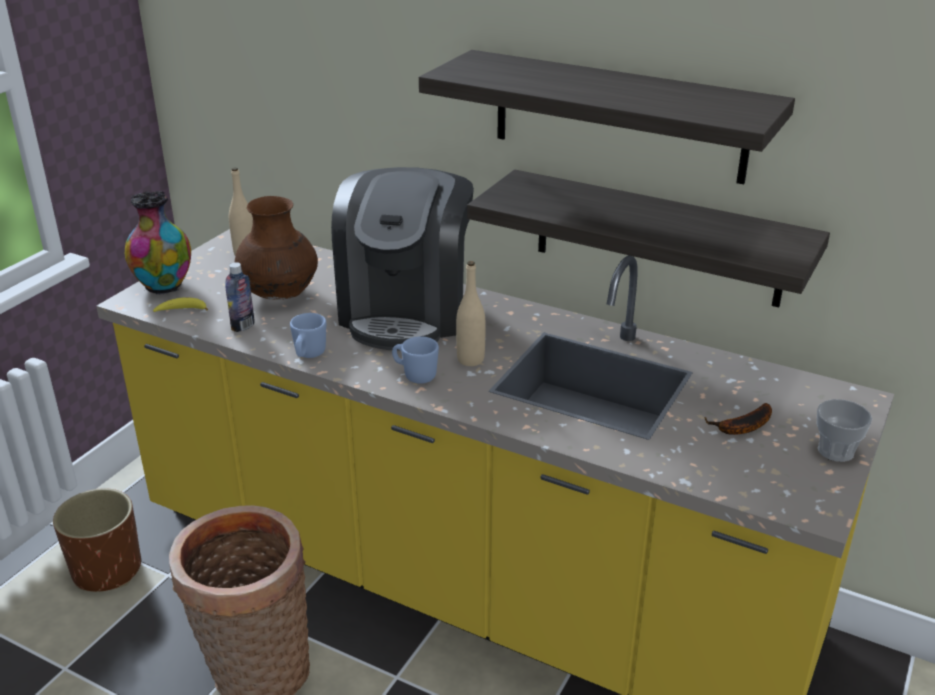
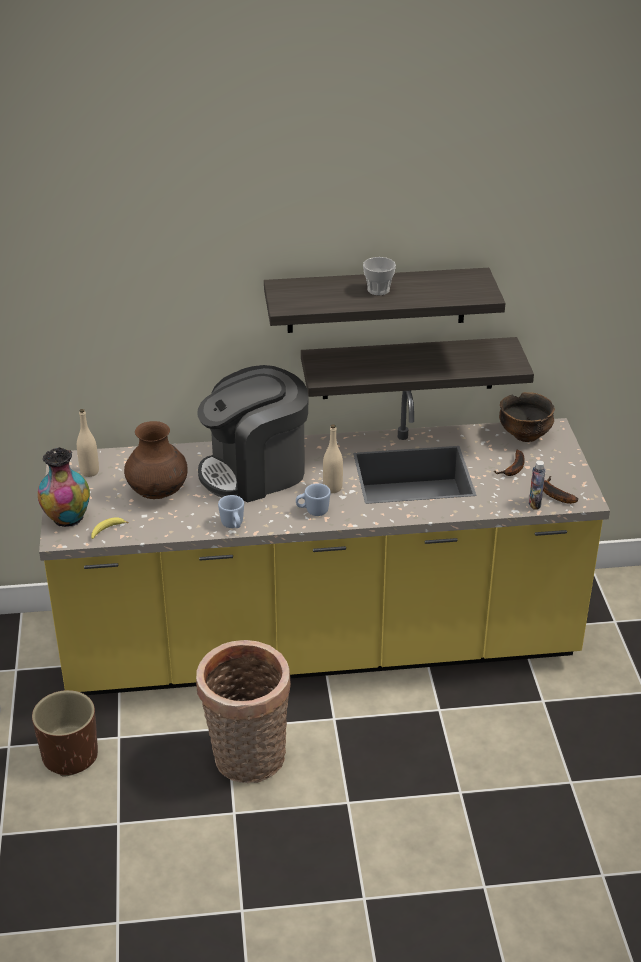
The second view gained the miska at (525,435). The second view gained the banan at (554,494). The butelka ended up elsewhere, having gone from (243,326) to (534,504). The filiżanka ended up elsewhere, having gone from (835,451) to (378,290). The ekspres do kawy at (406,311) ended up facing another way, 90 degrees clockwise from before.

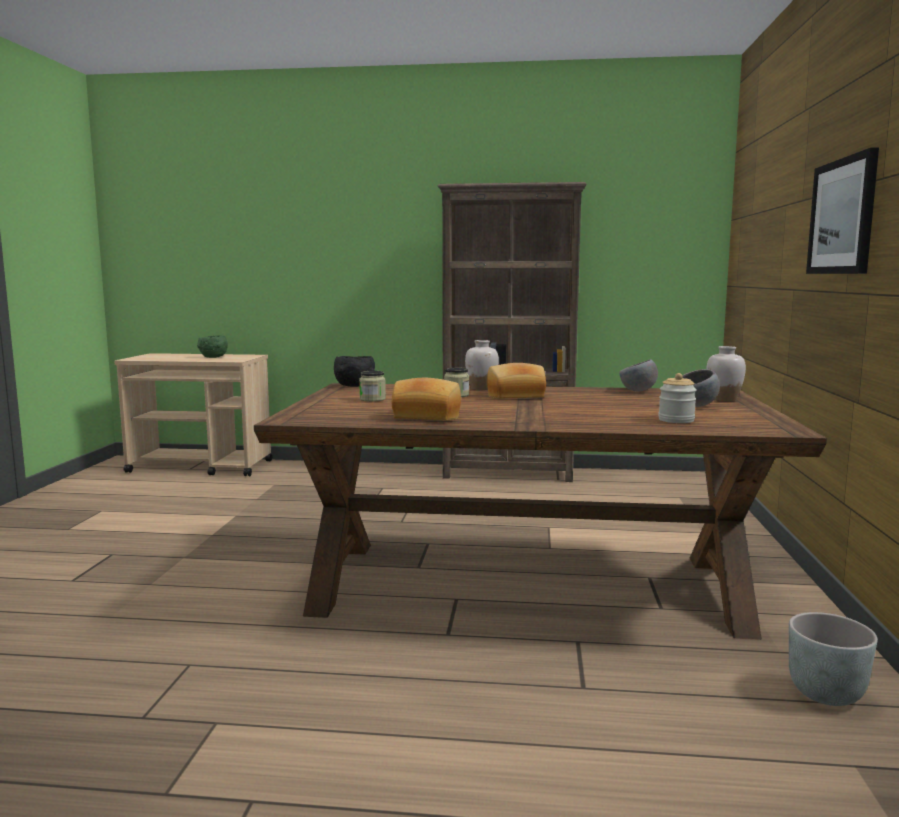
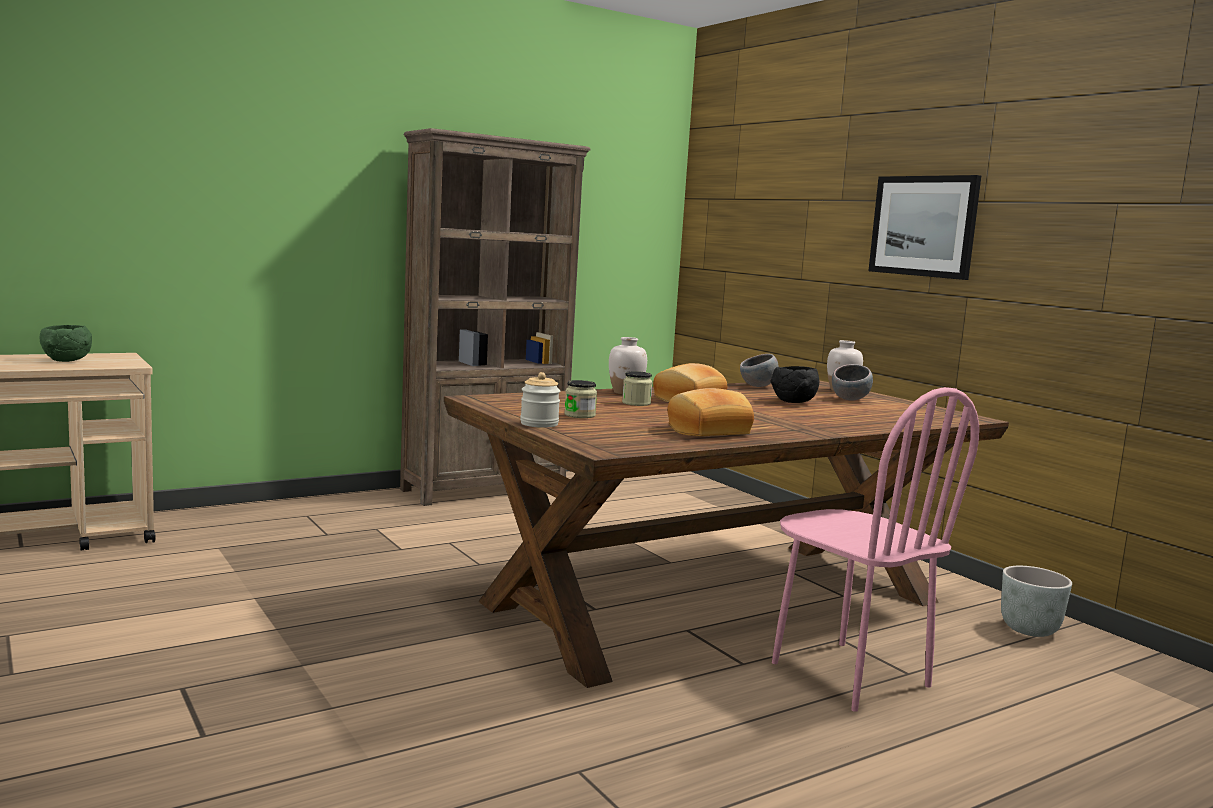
The second view gained the krzesło (różowy) at (849,675). The miska (czarny) ended up elsewhere, having gone from (354,386) to (794,402). The słoik ended up elsewhere, having gone from (676,420) to (539,424).

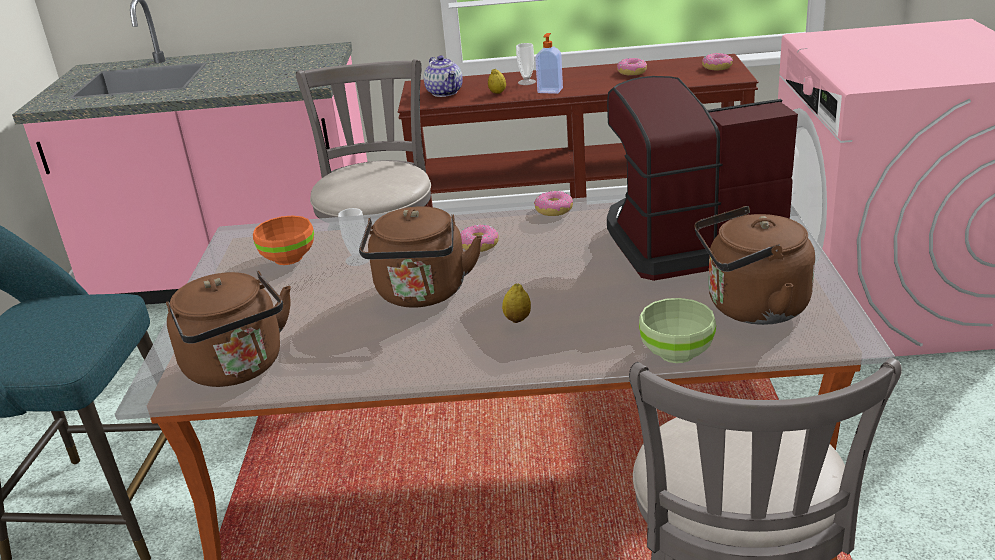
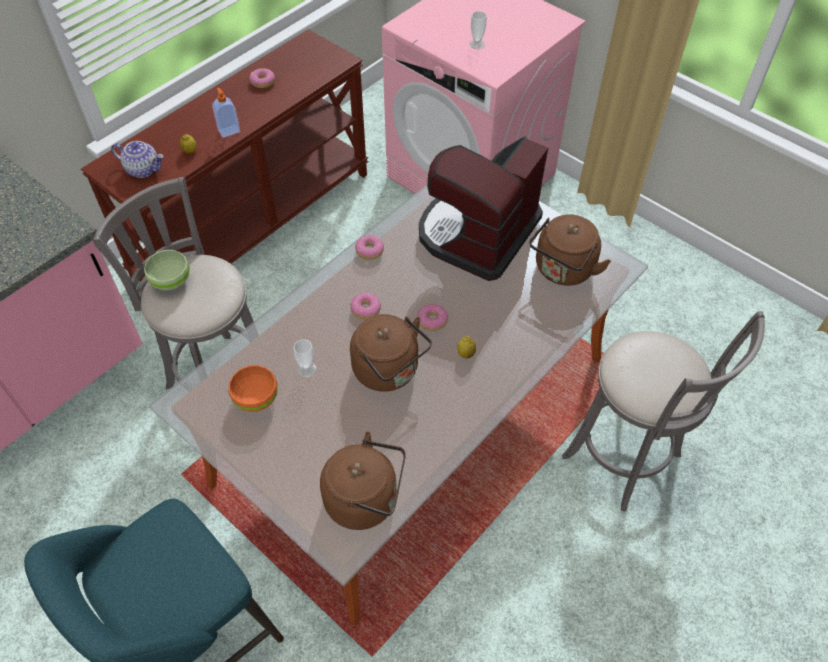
The filiżanka ended up elsewhere, having gone from (527,82) to (477,44). The miska (zielony) ended up elsewhere, having gone from (678,352) to (171,280). The donut ended up elsewhere, having gone from (717,67) to (432,320).

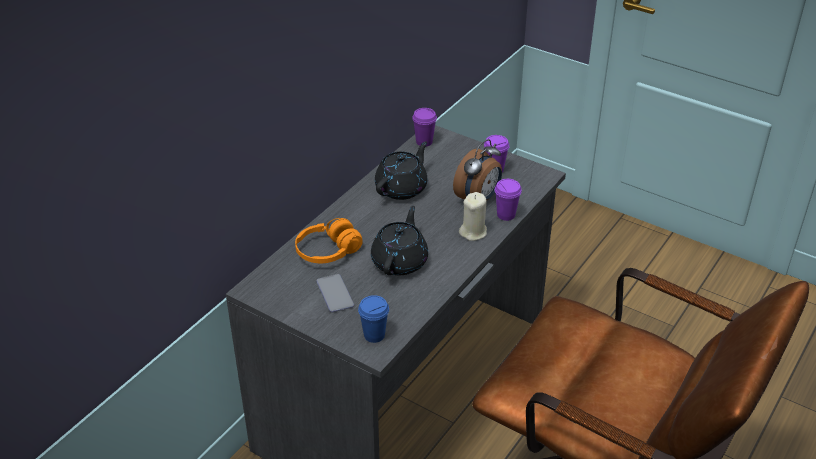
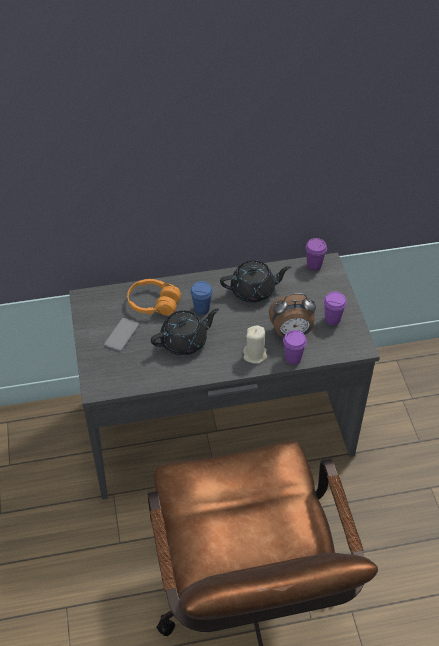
The filiżanka (niebieski) ended up elsewhere, having gone from (374,335) to (201,309).

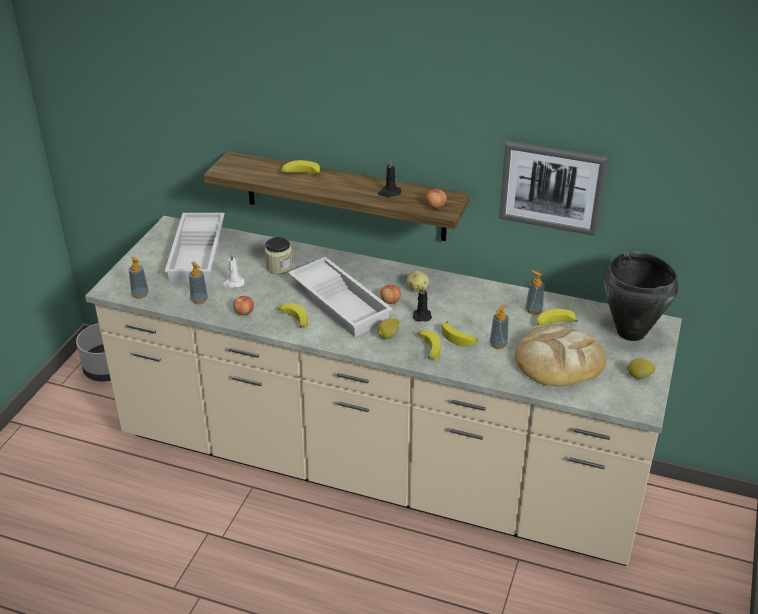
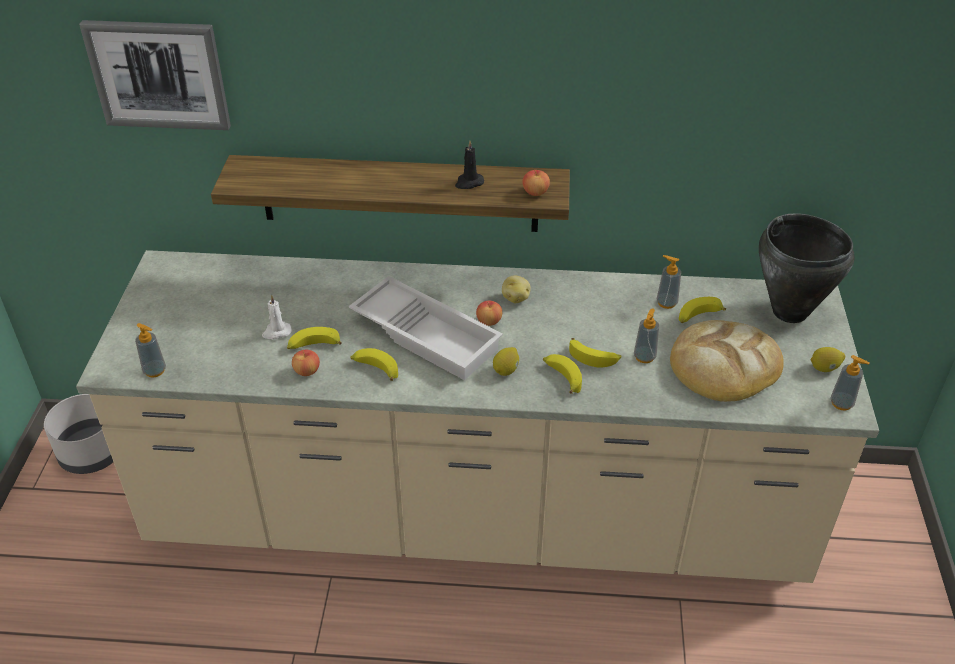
The second view lost the taca (biały) at (198,253). The second view lost the słoik at (279,267). The second view lost the świeca (czarny) at (422,315). The dozownik mydła ended up elsewhere, having gone from (199,300) to (841,403). The banan ended up elsewhere, having gone from (300,174) to (313,346). The obraz ended up elsewhere, having gone from (552,187) to (159,74).

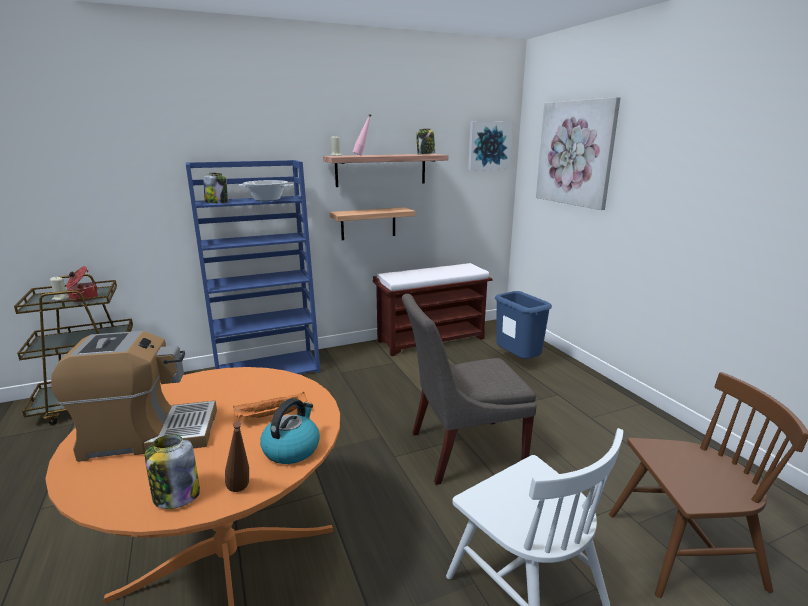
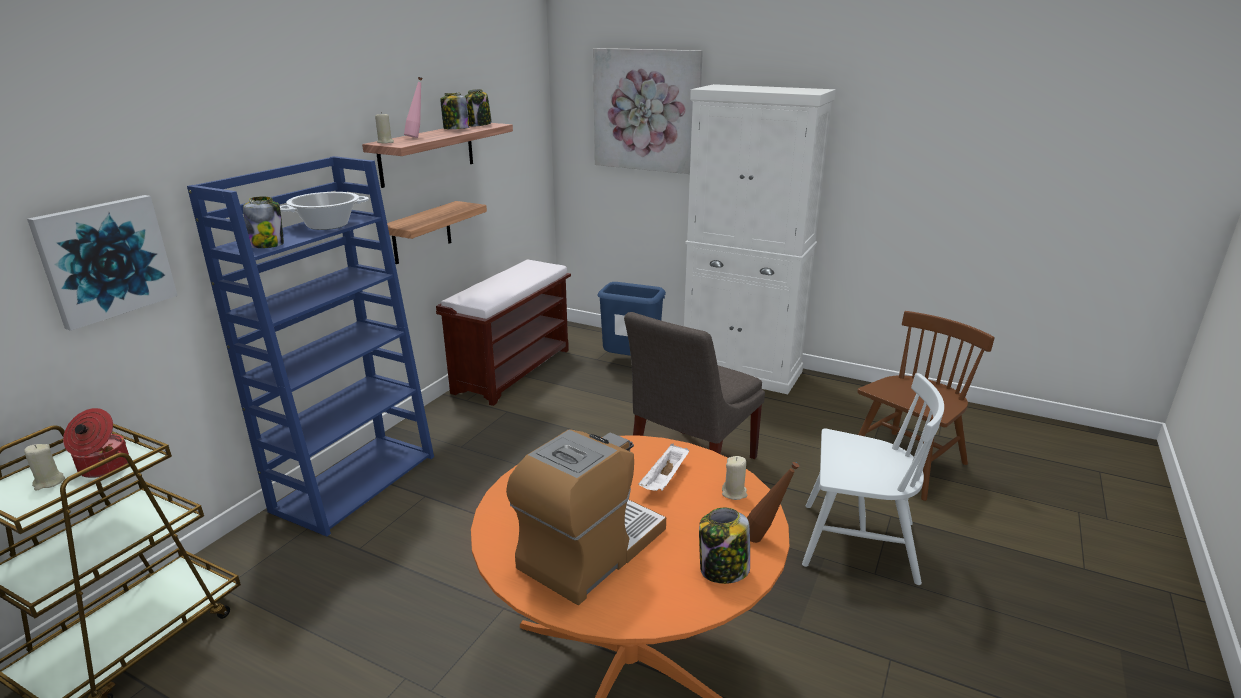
The second view gained the słoik at (456,129). The second view gained the szafka (biały) at (741,371). The obraz ended up elsewhere, having gone from (489,145) to (105,259). Where the czajnik stood at (292,448), the świeca (beżowy) came to stand at (734,493). What was the taca (pomarańczowy) at (271,416) turned into the taca (biały) at (665,480).

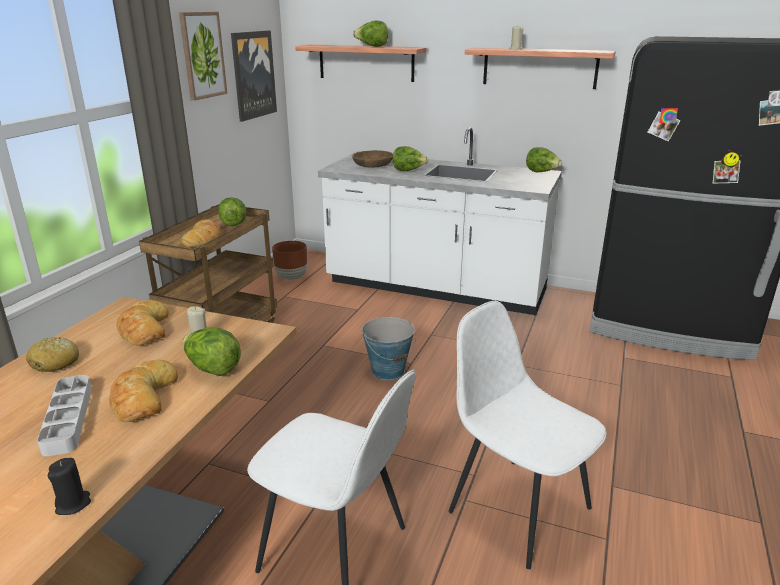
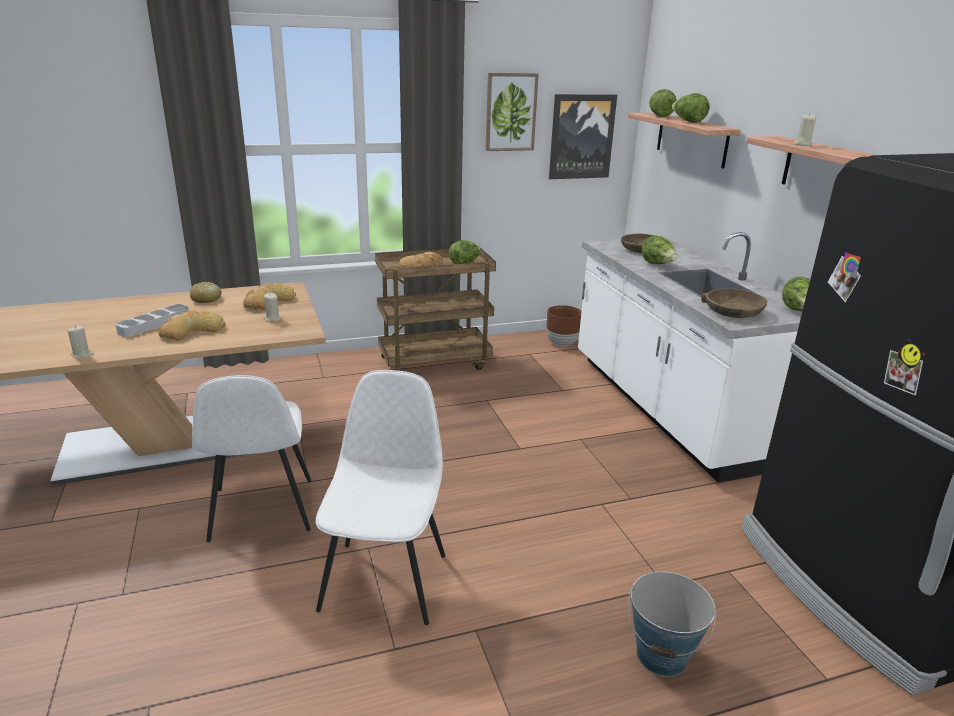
The second view gained the miska (brązowy) at (733,312). The sałata ended up elsewhere, having gone from (212,369) to (659,116). The wiadro ended up elsewhere, having gone from (388,371) to (662,656). What was the świeca (czarny) at (73,504) turned into the świeca (beżowy) at (82,355).

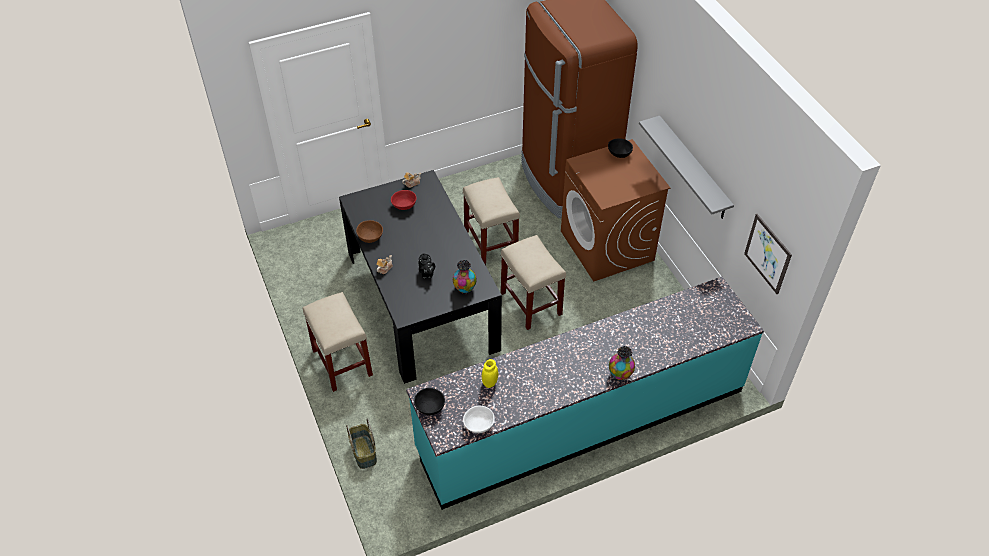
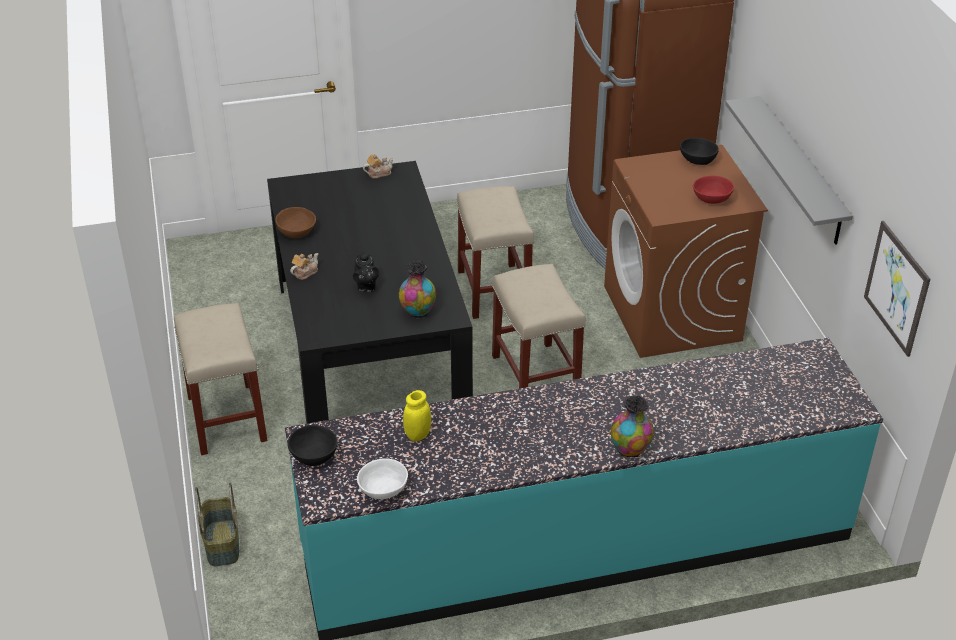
The miska (czerwony) ended up elsewhere, having gone from (404,205) to (712,199).

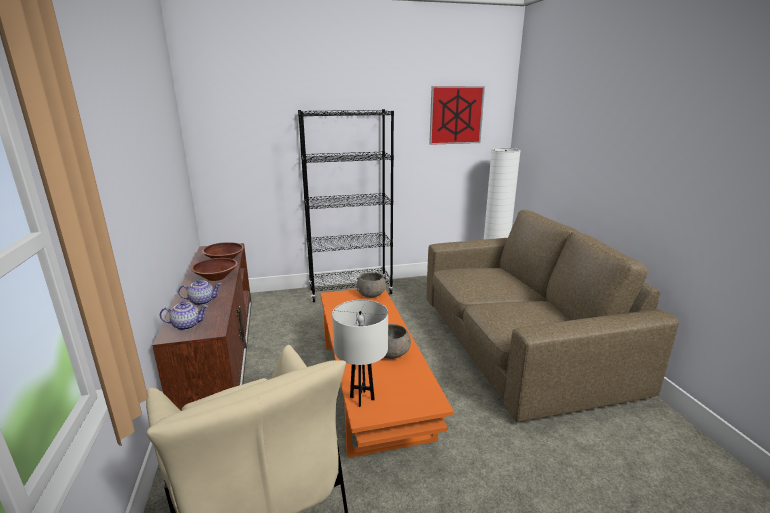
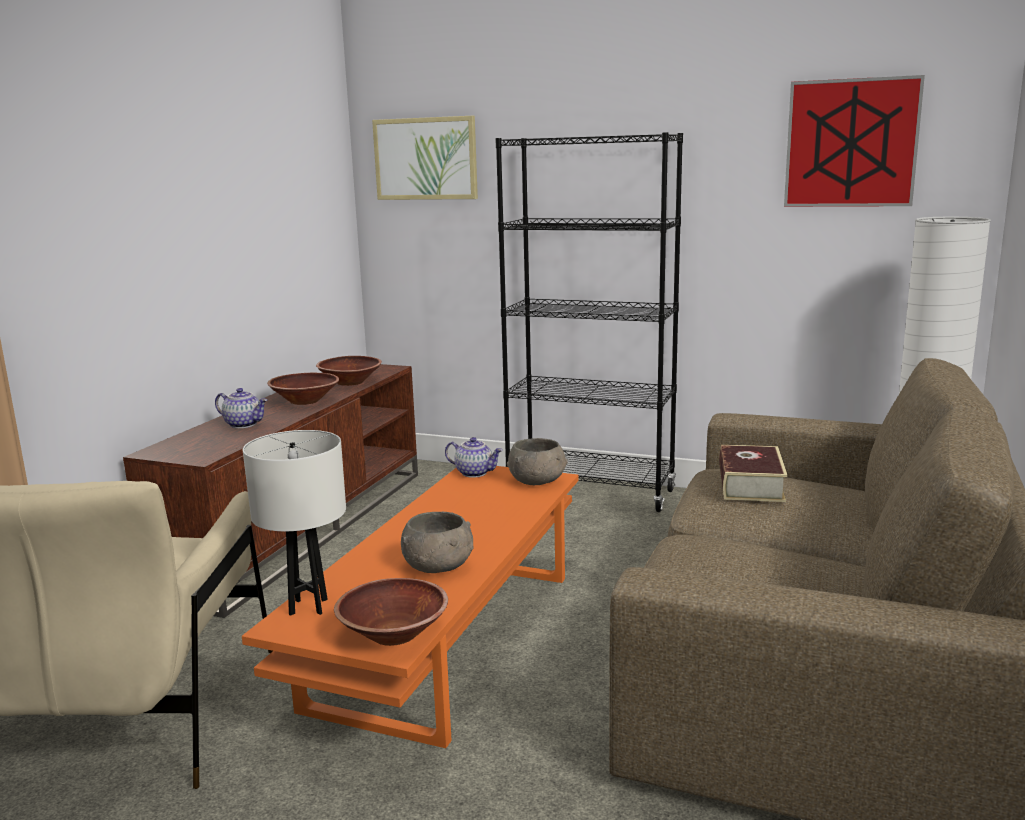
The second view gained the miska (brązowy) at (393,634). The second view gained the obraz at (426,159). The second view gained the książka at (750,484). The imbryk ended up elsewhere, having gone from (187,325) to (475,473).

